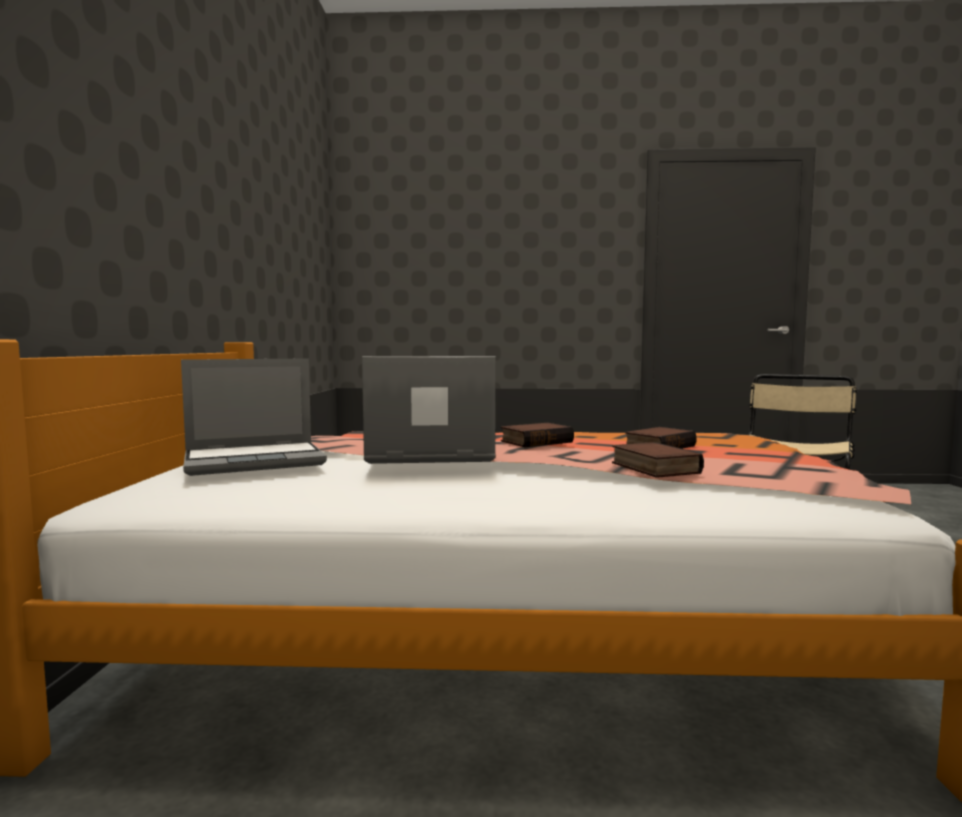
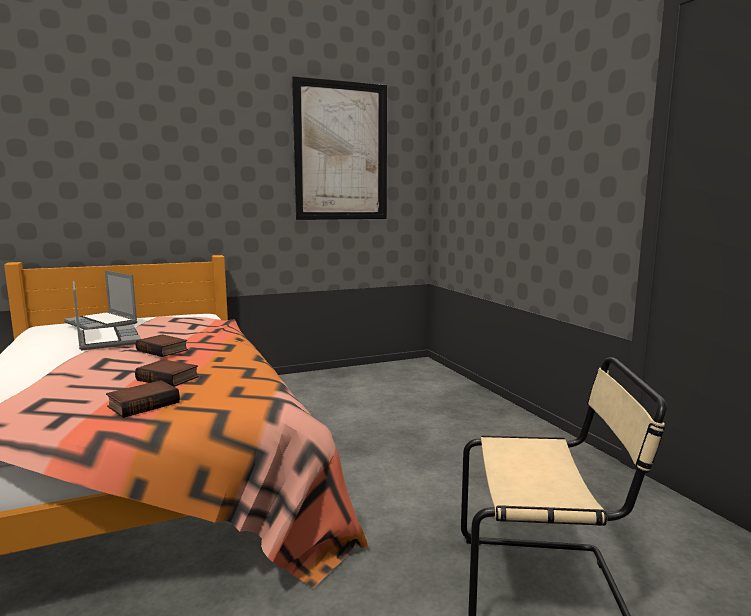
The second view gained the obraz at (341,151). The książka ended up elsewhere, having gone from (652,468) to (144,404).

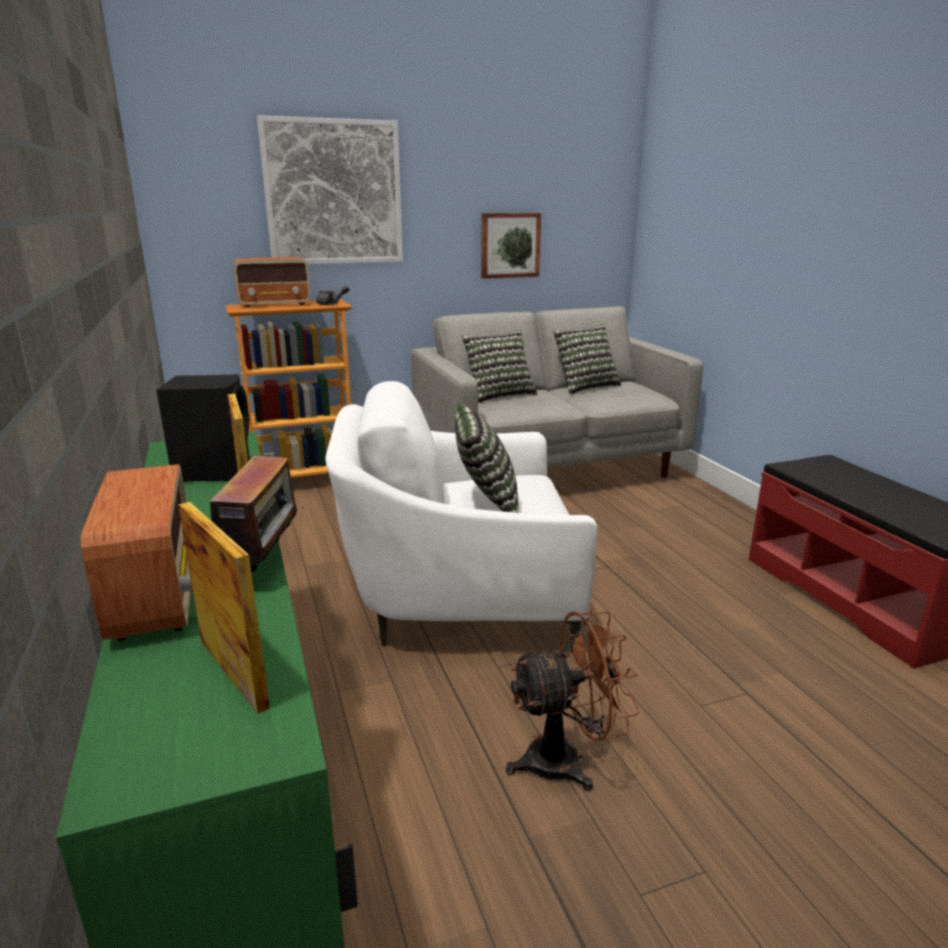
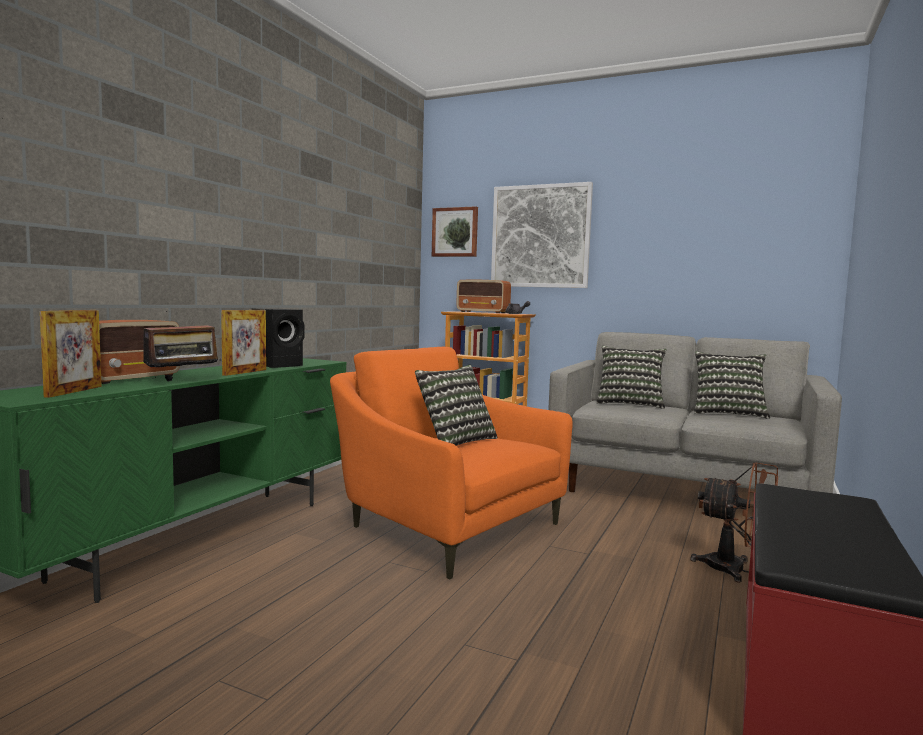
The obraz ended up elsewhere, having gone from (510,245) to (455,232). The wentylator (brązowy) ended up elsewhere, having gone from (567,760) to (736,570). What was the fotel (biały) at (460,597) turned into the fotel (pomarańczowy) at (444,526).

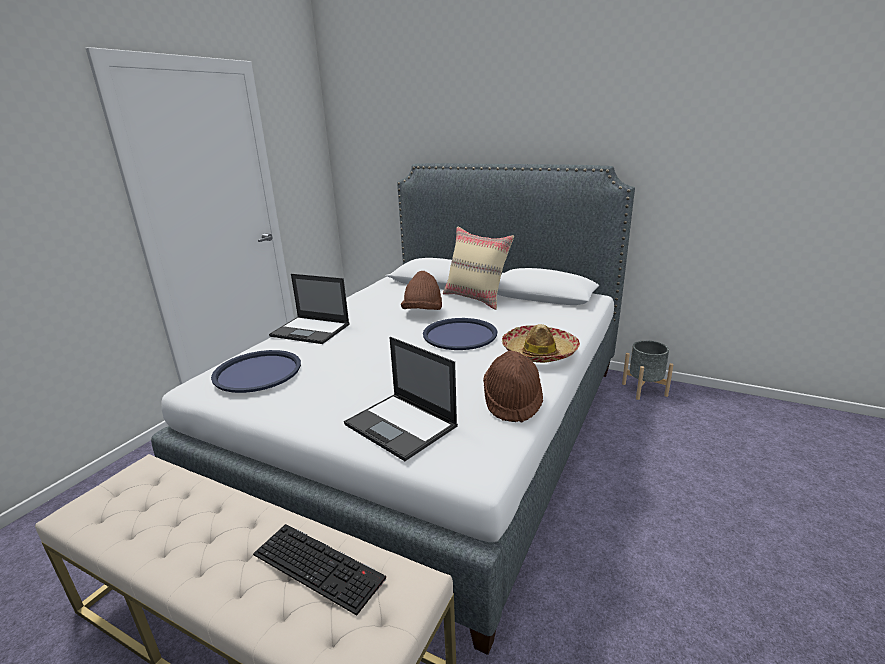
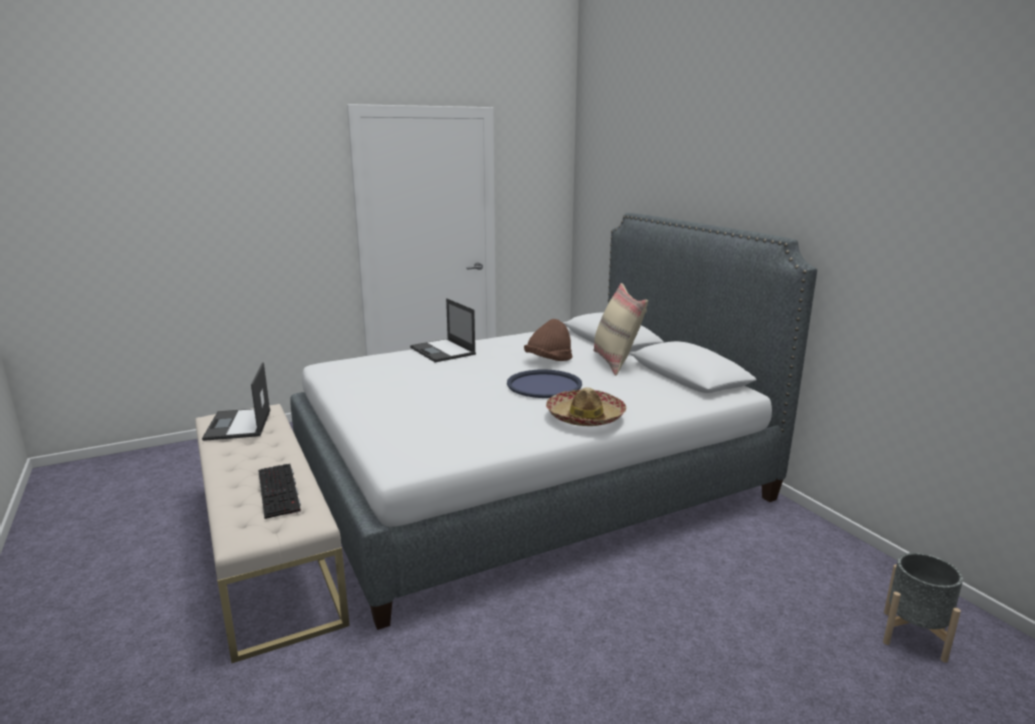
The second view lost the taca (niebieski) at (257,372). The second view lost the kapelusz (brązowy) at (512,402). The laptop ended up elsewhere, having gone from (402,426) to (238,425). The donica (szary) ended up elsewhere, having gone from (644,389) to (913,635).

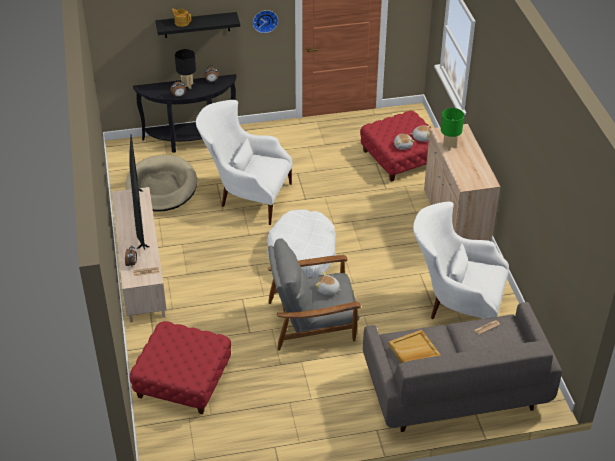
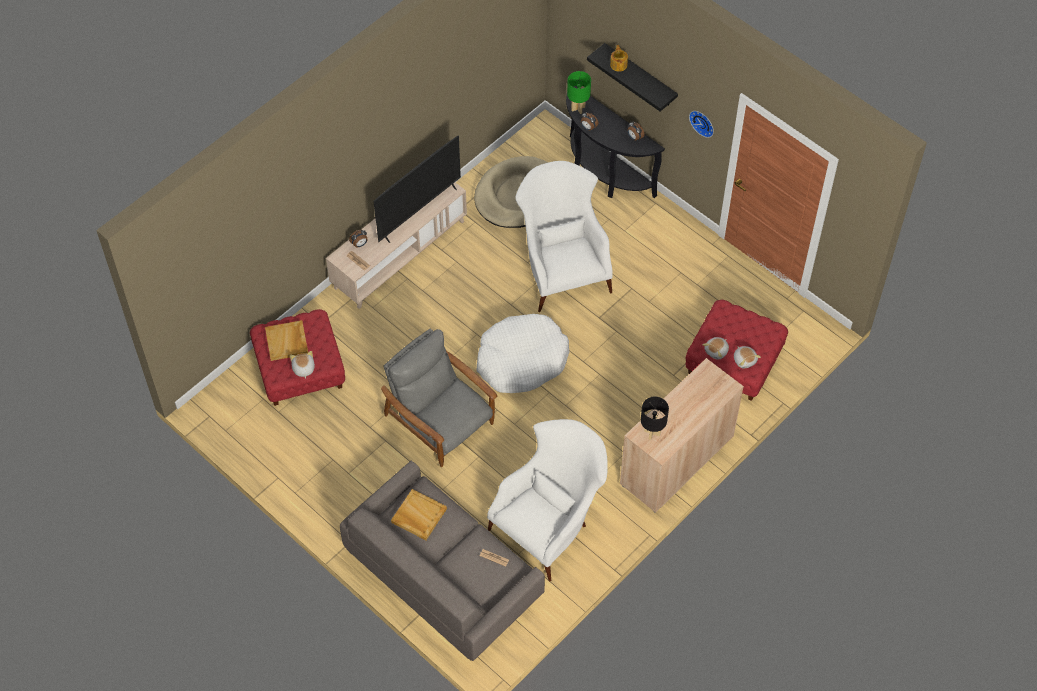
The second view gained the taca (beżowy) at (287,342). The lampa stołowa (czarny) ended up elsewhere, having gone from (187,85) to (651,433). The pluszak ended up elsewhere, having gone from (328,290) to (303,369). The lampa stołowa (zielony) ended up elsewhere, having gone from (449,146) to (578,108). The fotel (biały) at (455,306) ended up facing another way, 60 degrees clockwise from before.

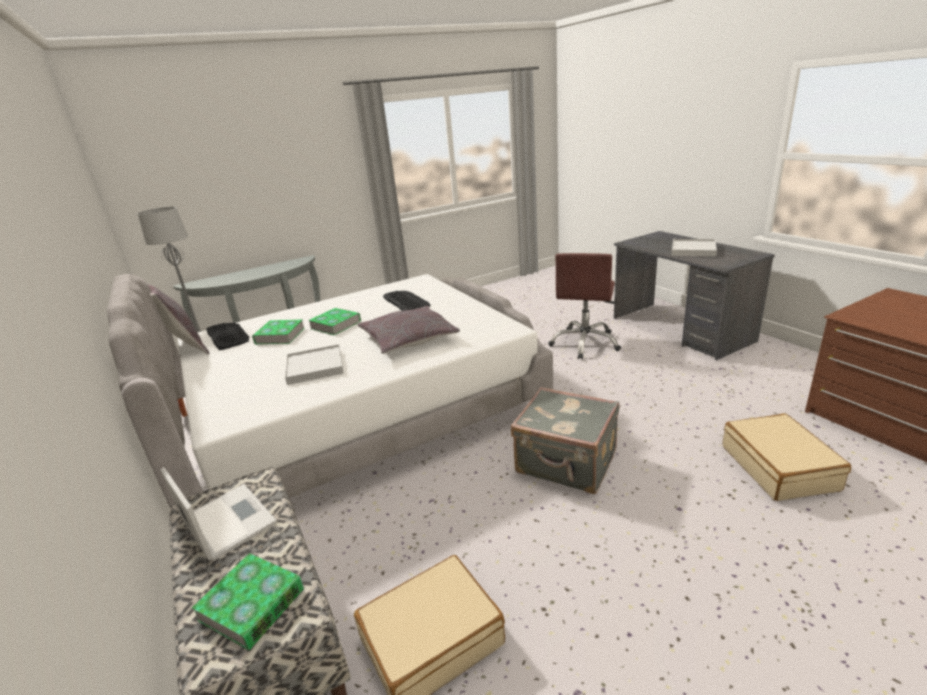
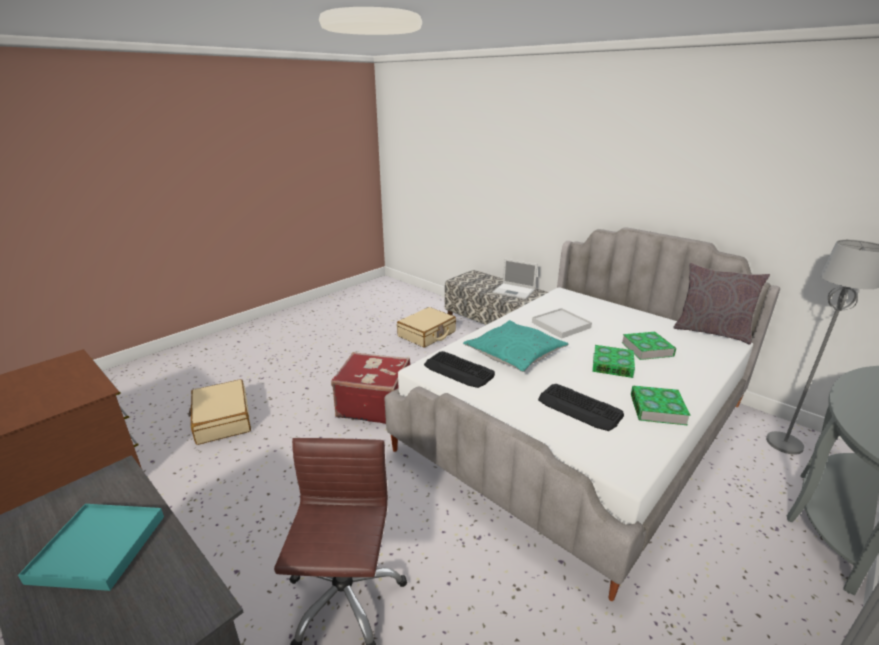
The książka ended up elsewhere, having gone from (252,604) to (657,409). The klawiatura ended up elsewhere, having gone from (227,336) to (458,370). What was the poduszka (szary) at (408,339) turned into the poduszka (turkusowy) at (514,353). What was the walizka (szary) at (566,463) turned into the walizka (czerwony) at (374,405). What was the taca (biały) at (693,250) turned into the taca (turkusowy) at (98,548).

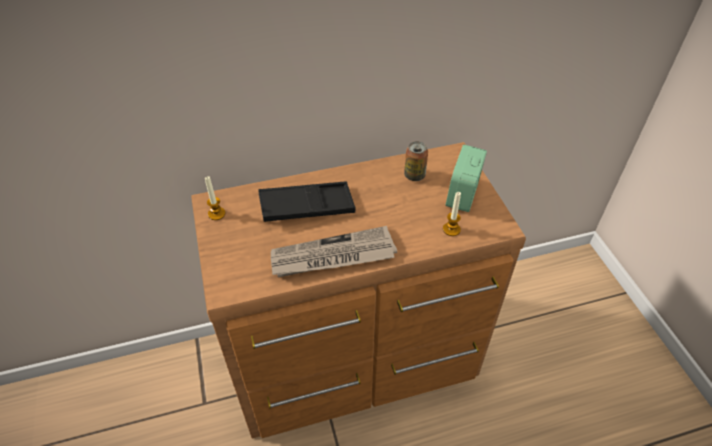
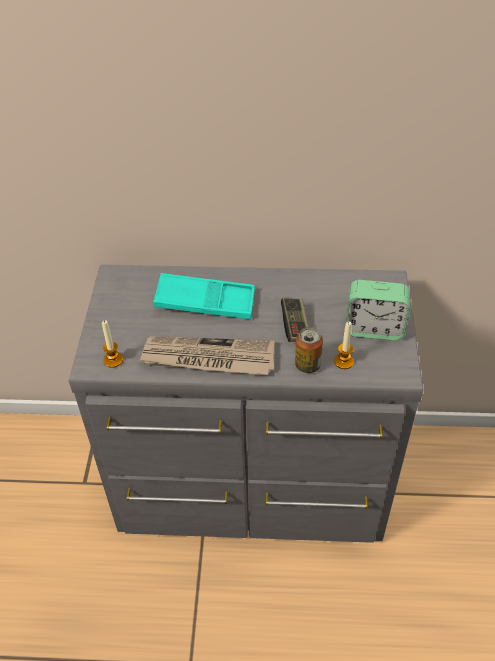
The second view gained the pad do gier at (295,326). The świeca ended up elsewhere, having gone from (216,214) to (113,360). The puszka ended up elsewhere, having gone from (414,175) to (307,365). What was the komoda (brązowy) at (357,361) turned into the komoda (szary) at (253,486). What was the taca (czarny) at (307,207) turned into the taca (turkusowy) at (205,302). The budzik at (462,195) ended up facing another way, 120 degrees counterclockwise from before.

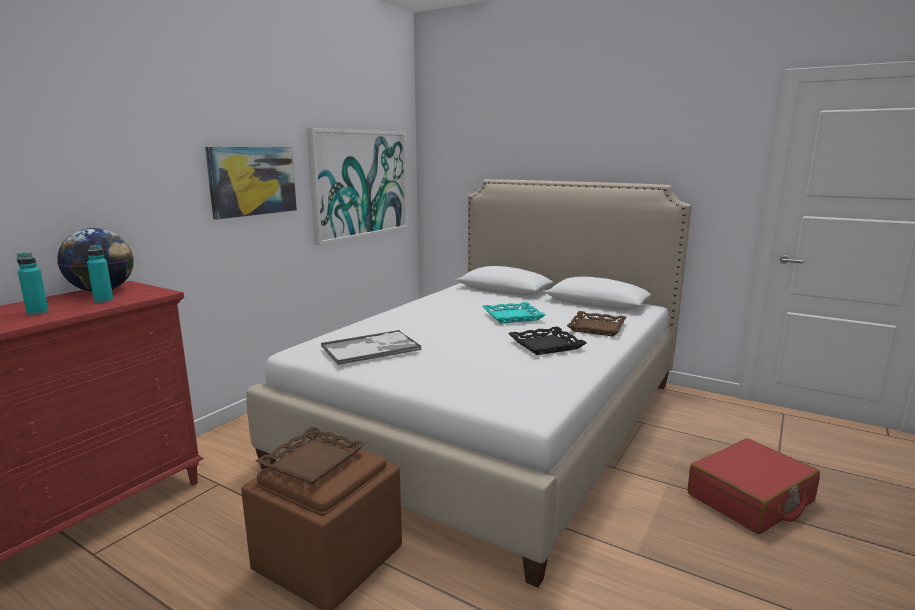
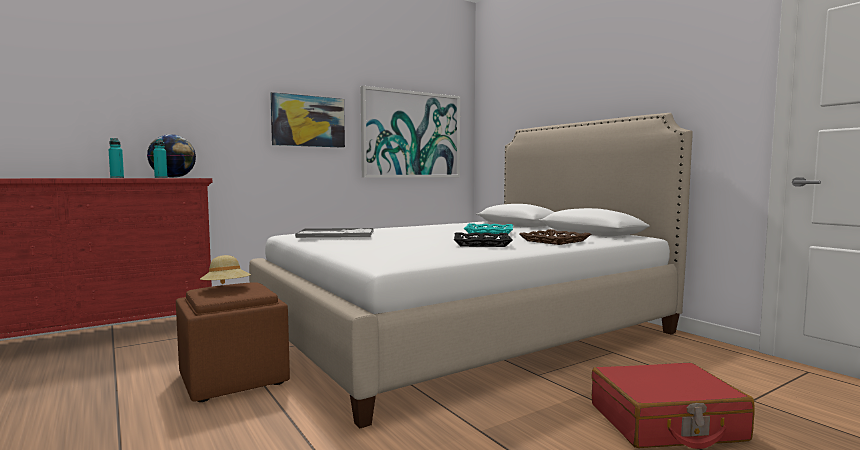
Where the taca (brązowy) stood at (312,461), the kapelusz (beżowy) came to stand at (226,288).

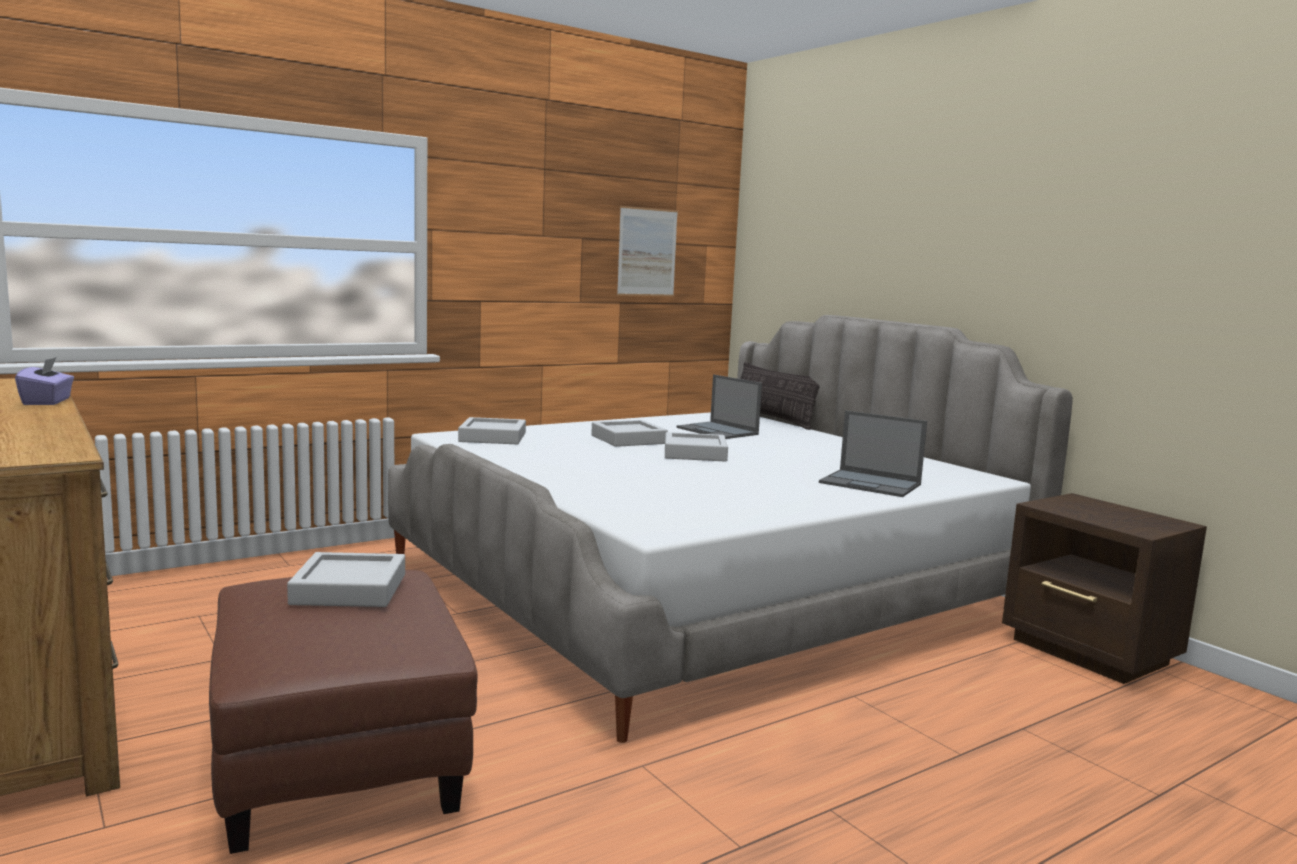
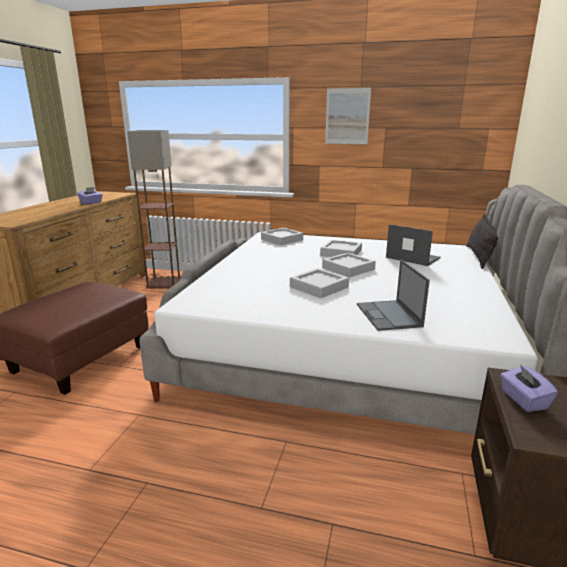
The second view gained the lampa stojąca at (164,283). The second view gained the pudełko chusteczek (fioletowy) at (523,400). The taca (szary) ended up elsewhere, having gone from (349,589) to (319,287). The obraz ended up elsewhere, having gone from (647,252) to (347,116). The laptop at (718,431) ended up facing another way, 120 degrees clockwise from before.

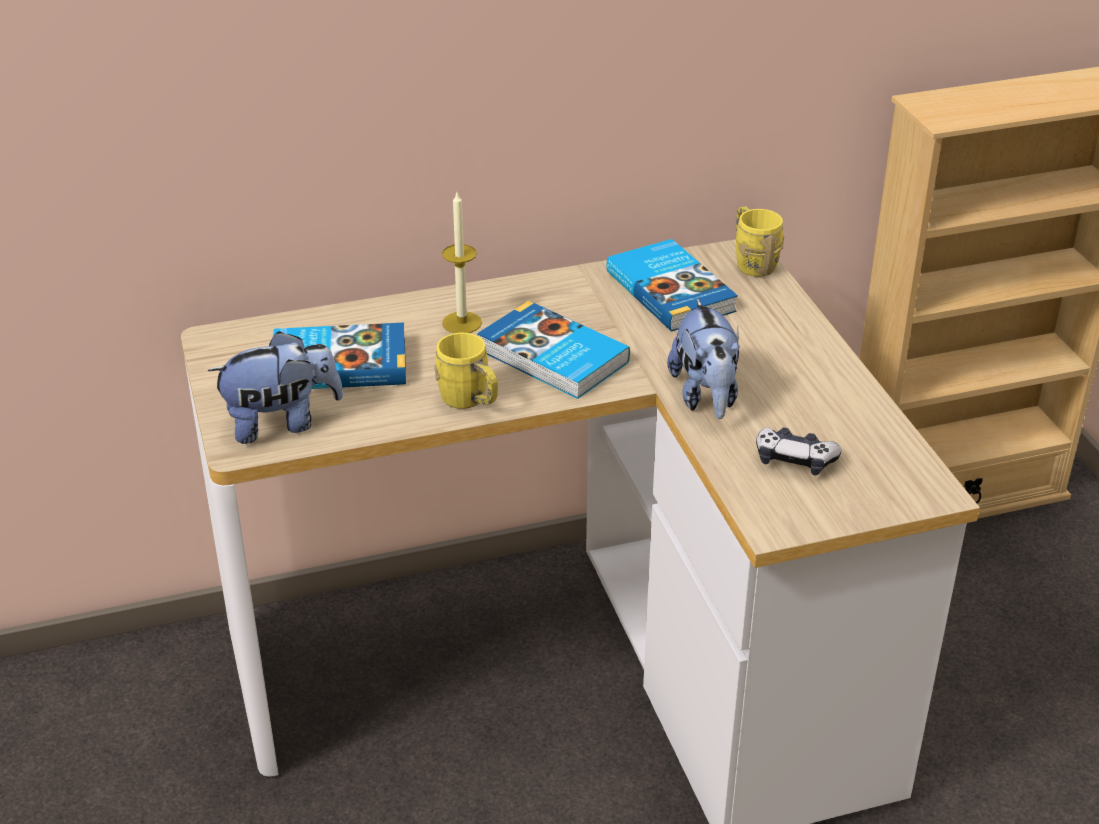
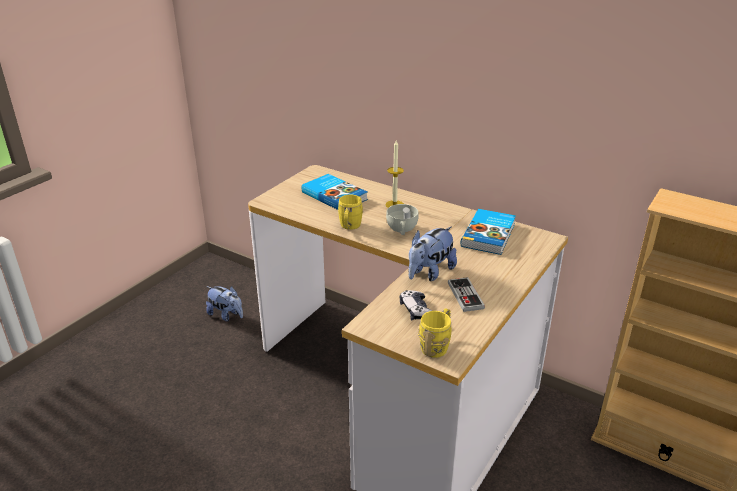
The second view gained the pad do gier at (465,296). The pluszak ended up elsewhere, having gone from (281,423) to (226,315). The kubek (żółty) ended up elsewhere, having gone from (752,262) to (436,345). Where the książka stood at (552,357), the filiżanka (biały) came to stand at (402,230).

